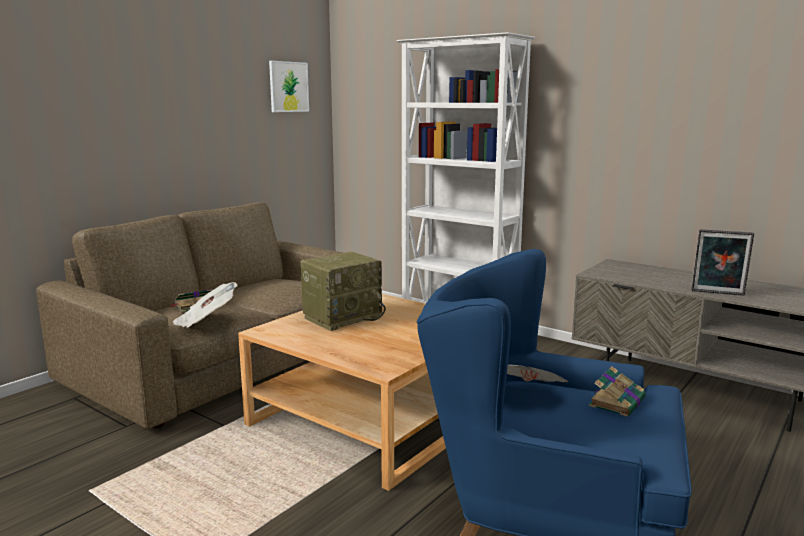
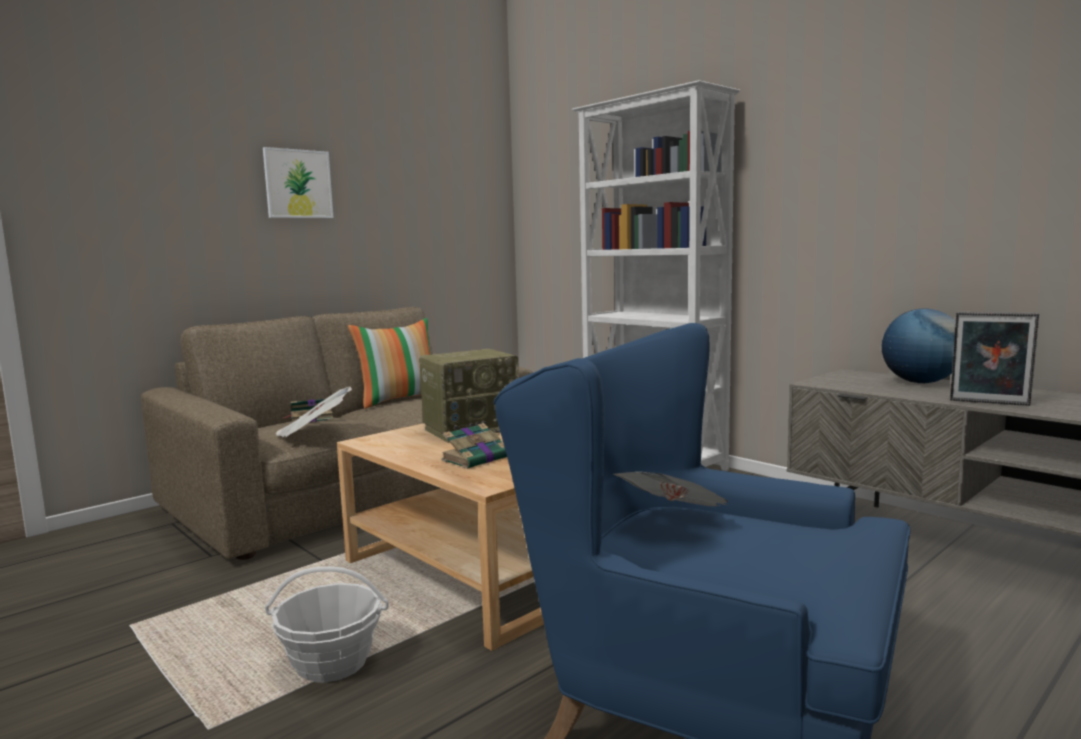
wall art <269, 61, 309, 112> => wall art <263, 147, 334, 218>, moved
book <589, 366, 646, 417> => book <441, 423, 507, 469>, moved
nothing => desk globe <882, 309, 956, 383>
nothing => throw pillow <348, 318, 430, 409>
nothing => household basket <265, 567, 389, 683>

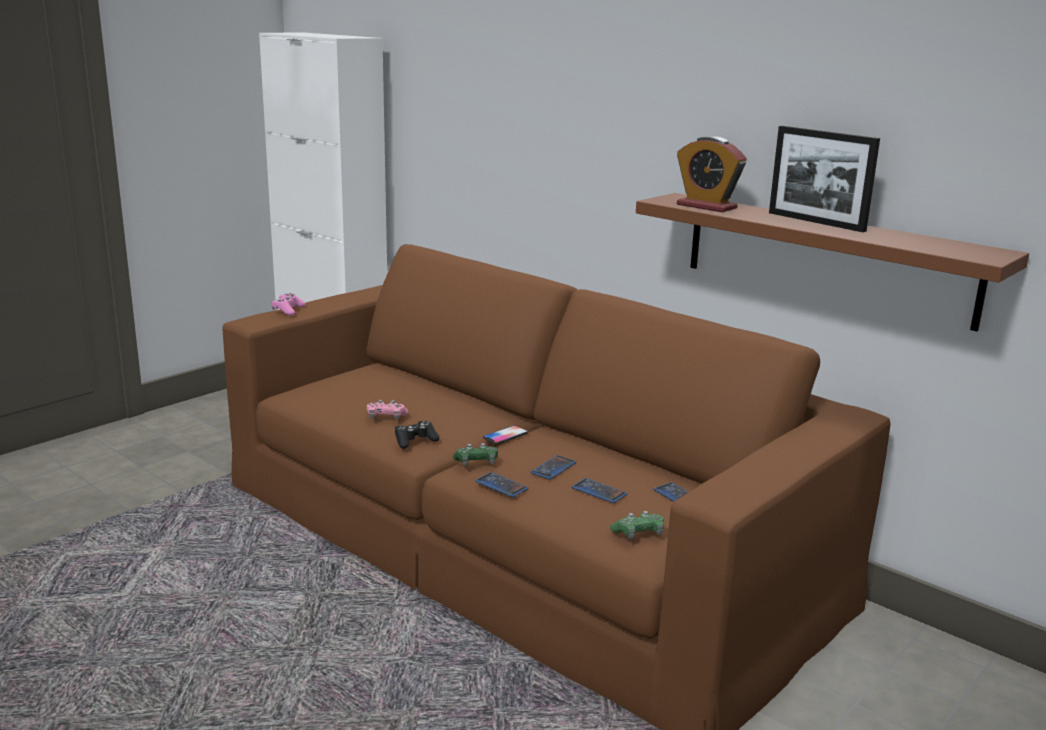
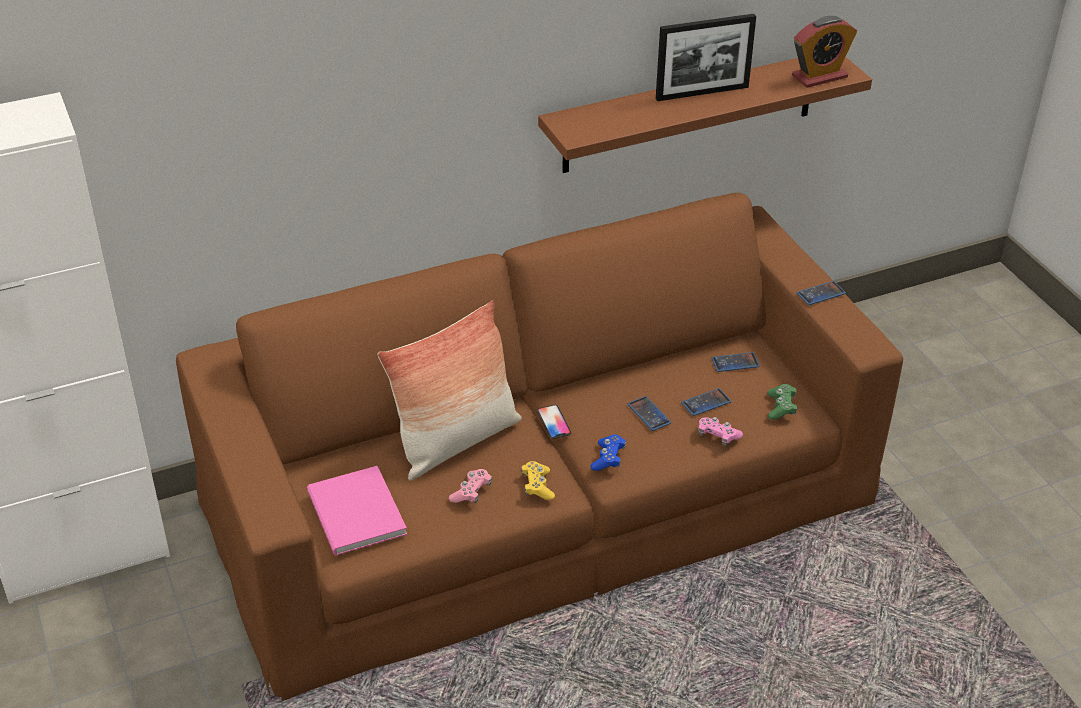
bedside clock <677, 136, 747, 212> => bedside clock <792, 16, 857, 88>, moved
pink joypad <271, 293, 305, 316> => pink joypad <698, 417, 743, 446>, moved
black joypad <395, 421, 439, 449> => yellow-coloured joypad <521, 461, 555, 500>
green joypad <453, 443, 498, 465> => bluish joypad <591, 435, 626, 471>
handset <475, 472, 529, 497> => handset <797, 281, 846, 305>, moved
nothing => throw pillow <377, 300, 522, 481>
nothing => pink book <307, 466, 407, 555>

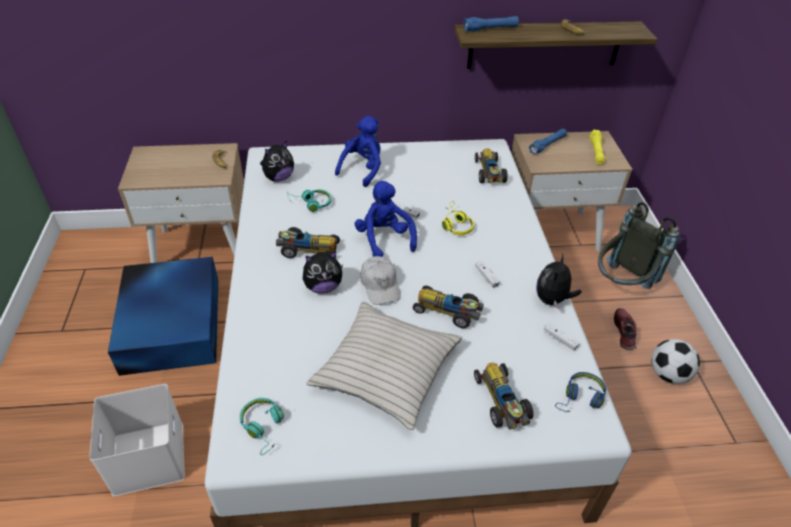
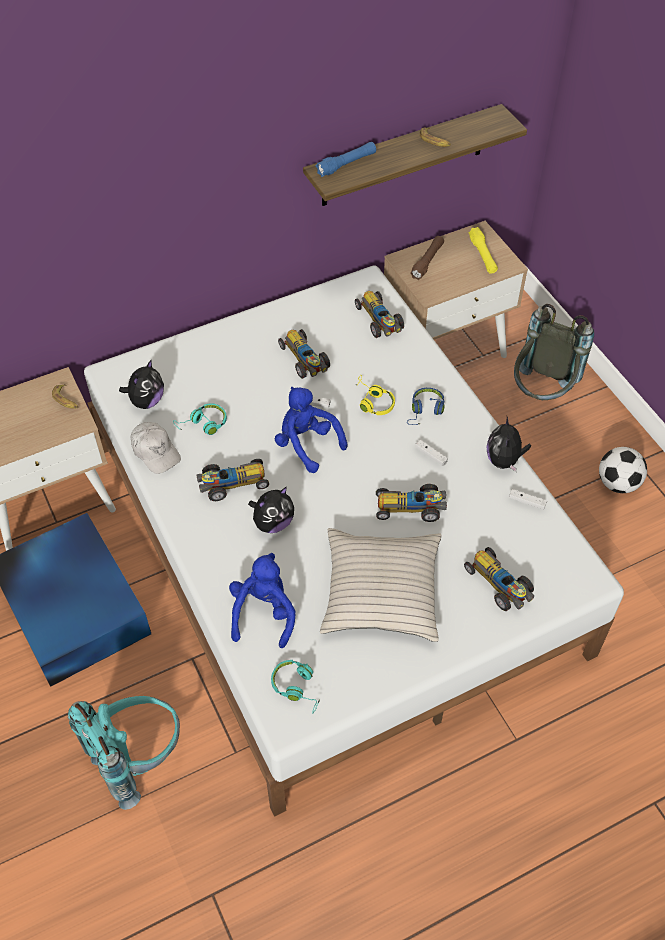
bluish cuddly toy <335, 116, 381, 187> => bluish cuddly toy <229, 553, 296, 648>, moved
bluish hand torch <529, 128, 567, 154> => brown hand torch <410, 236, 444, 280>
white baseball cap <361, 256, 401, 305> => white baseball cap <130, 422, 181, 474>, moved
item of footwear <614, 308, 637, 350> => nothing
bluish pair of headphones <555, 372, 606, 412> => bluish pair of headphones <407, 388, 445, 425>, moved
white storage container <89, 384, 185, 496> => blue-green rucksack <68, 696, 180, 810>
nothing => toy car <278, 329, 330, 379>

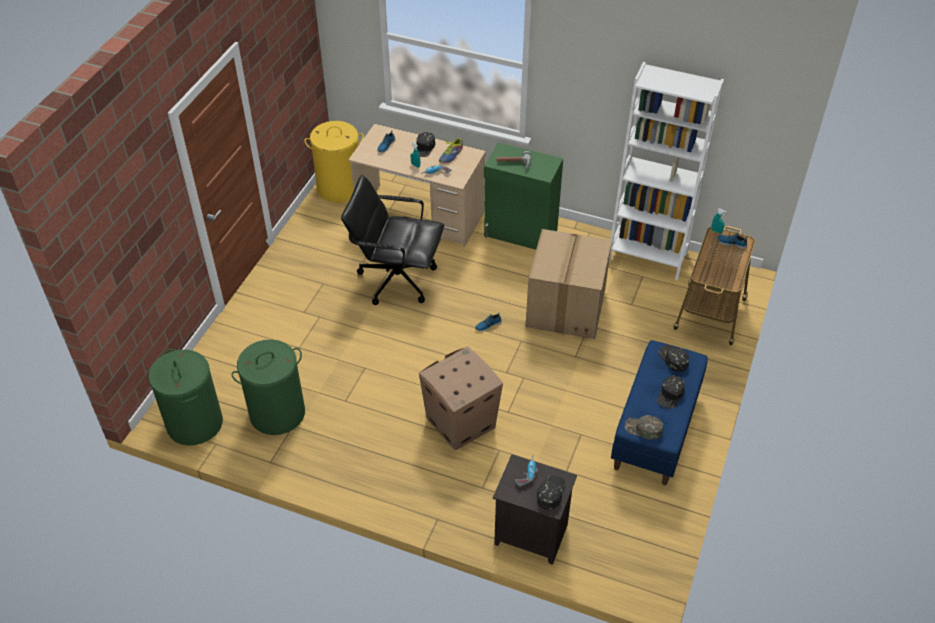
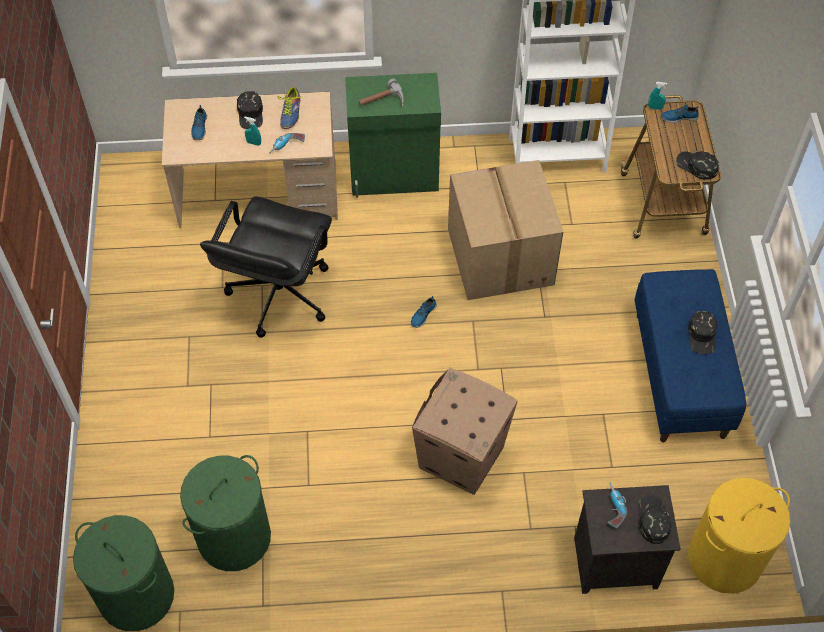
yellow-coloured washing basket <304, 121, 364, 203> => yellow-coloured washing basket <688, 478, 790, 594>, moved
black office chair <341, 175, 444, 305> => black office chair <200, 196, 332, 338>, 60 degrees counterclockwise
black baseball cap <658, 345, 689, 372> => black baseball cap <676, 151, 719, 180>, moved
green baseball cap <625, 415, 663, 440> => nothing

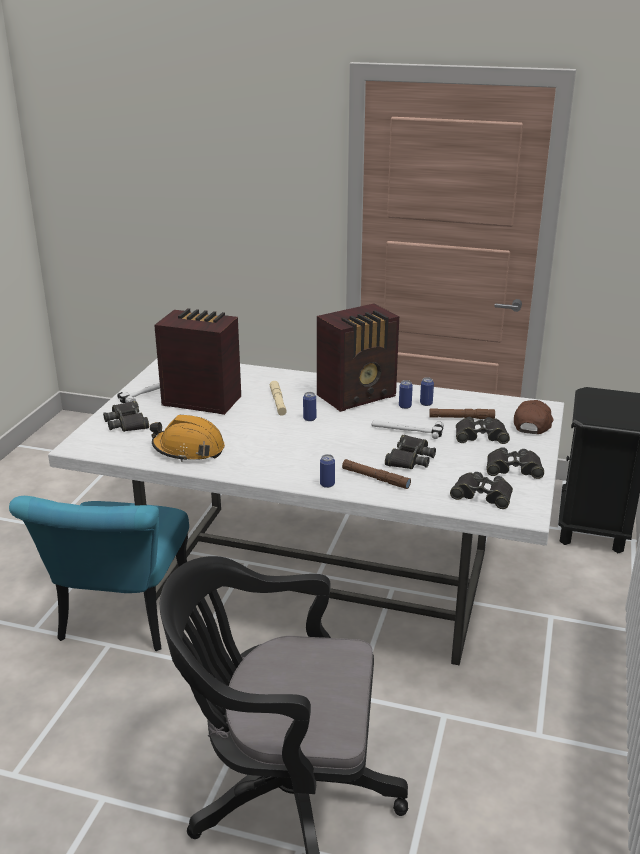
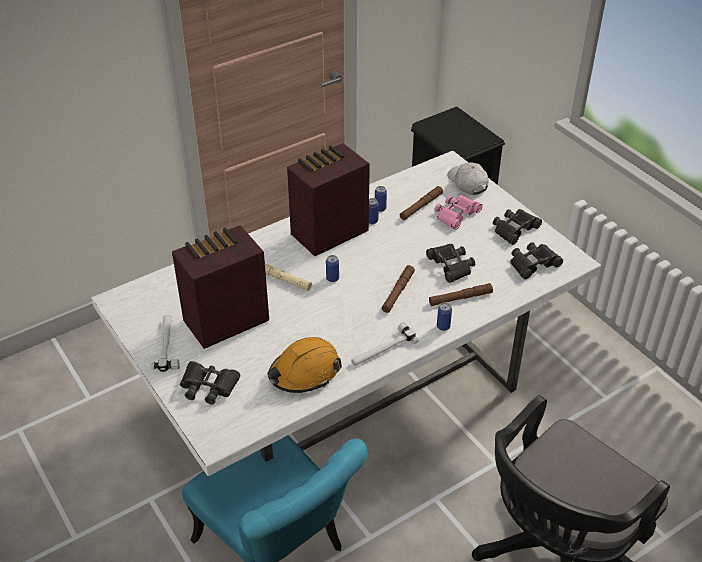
radio <317, 304, 400, 412> => radio <287, 143, 370, 256>, 135 degrees counterclockwise
brown baseball cap <514, 400, 554, 434> => white baseball cap <447, 162, 488, 195>
black field glasses <456, 417, 510, 444> => pink field glasses <434, 195, 482, 230>
tool hammer <372, 420, 444, 439> => tool hammer <351, 323, 419, 365>, moved
nothing => brown hand torch <382, 265, 415, 313>

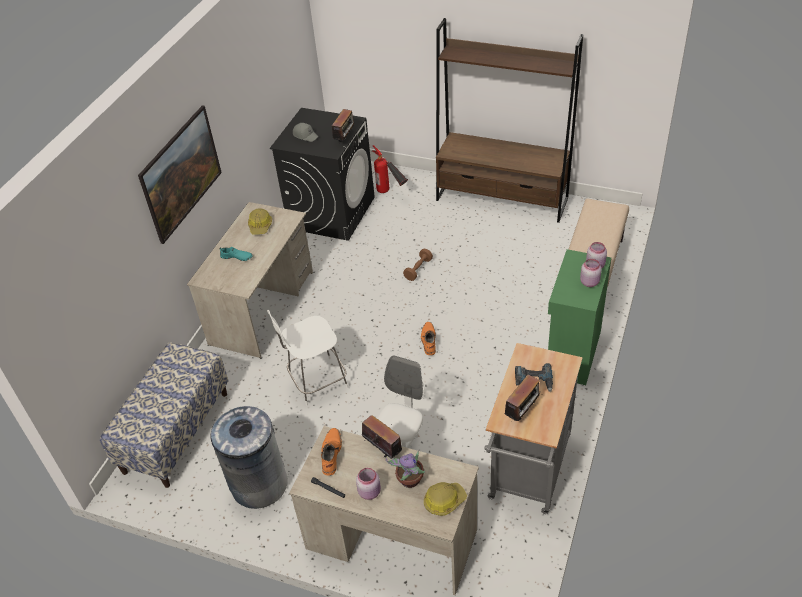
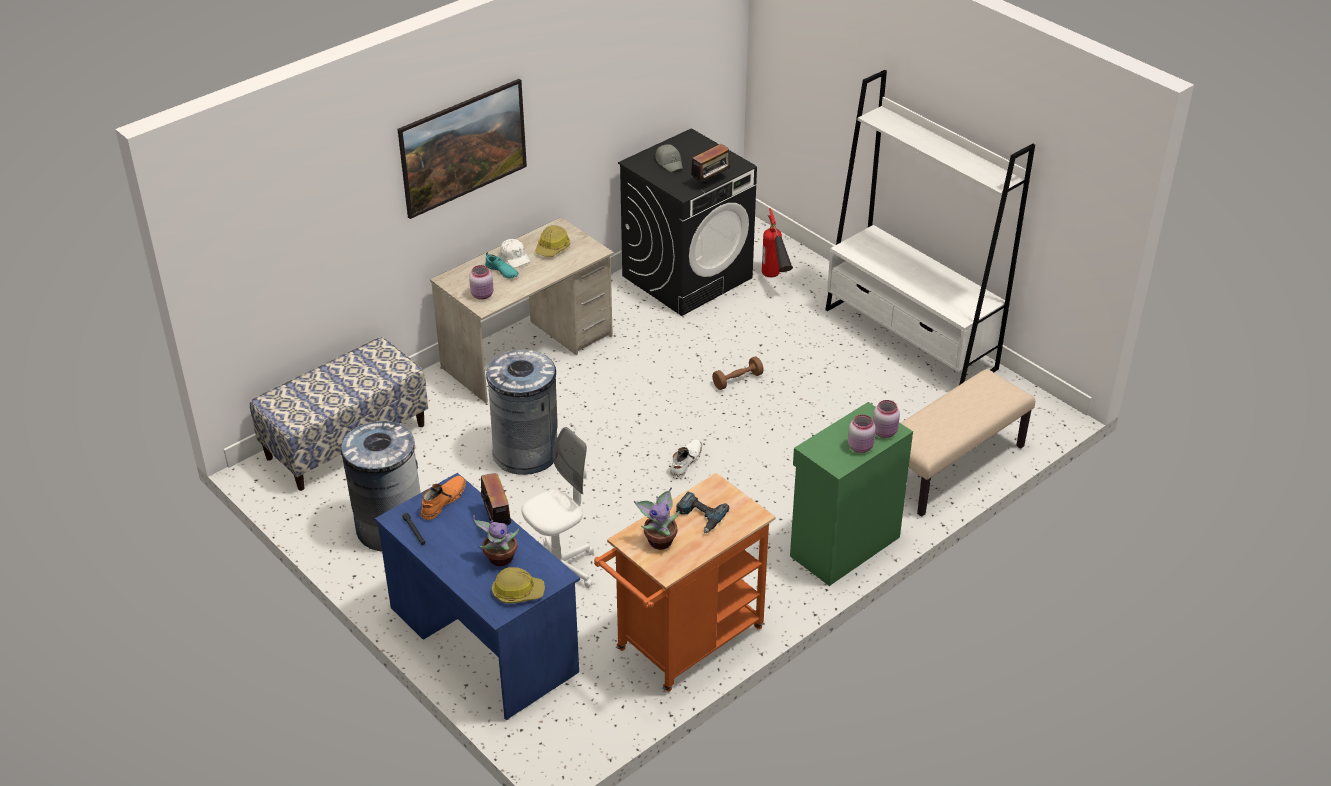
brown bookcase <436, 18, 583, 223> => white bookcase <825, 70, 1035, 385>
white sitting stool <267, 310, 348, 406> => greyish rubbish bin <486, 350, 558, 475>
orange high-top boot <421, 322, 436, 355> => white high-top boot <670, 440, 702, 479>
greyish trolley <484, 343, 583, 514> => orange trolley <594, 473, 776, 692>
radio <505, 374, 543, 423> => potted plant <634, 487, 680, 550>
beige-coloured desk <289, 426, 479, 595> => bluish desk <375, 473, 580, 720>
pink preserve jar <356, 468, 381, 500> => pink preserve jar <469, 265, 493, 300>, moved
nothing => white baseball cap <500, 239, 531, 268>

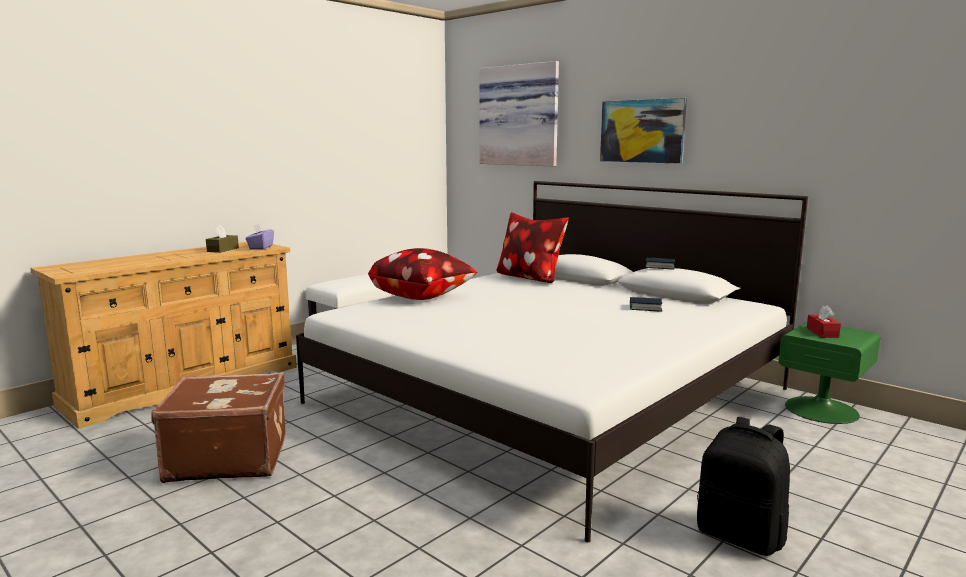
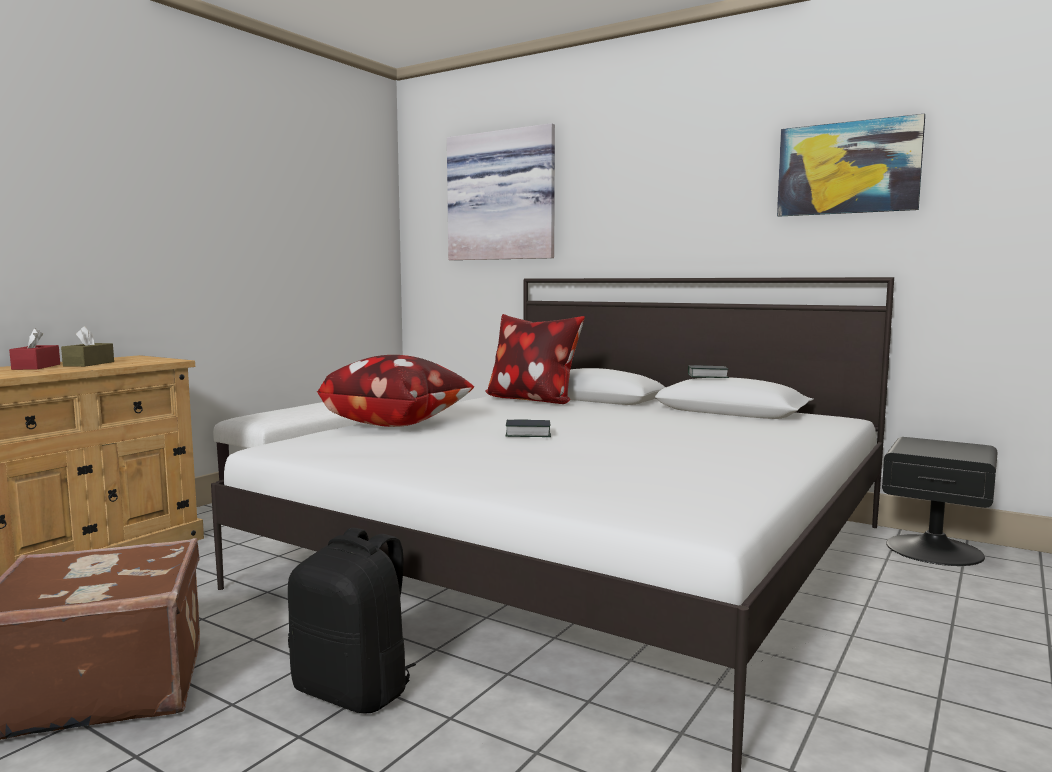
wall art <600, 98, 687, 164> => wall art <777, 114, 925, 217>, moved
purplish box of tissues <245, 224, 274, 250> => nothing
book <630, 297, 662, 312> => book <506, 419, 551, 437>, moved
red-coloured box of tissues <807, 305, 841, 338> => red-coloured box of tissues <9, 328, 60, 370>, moved
green nightstand <779, 322, 880, 424> => black nightstand <882, 437, 997, 566>
black rucksack <697, 417, 790, 556> => black rucksack <288, 528, 416, 714>, moved

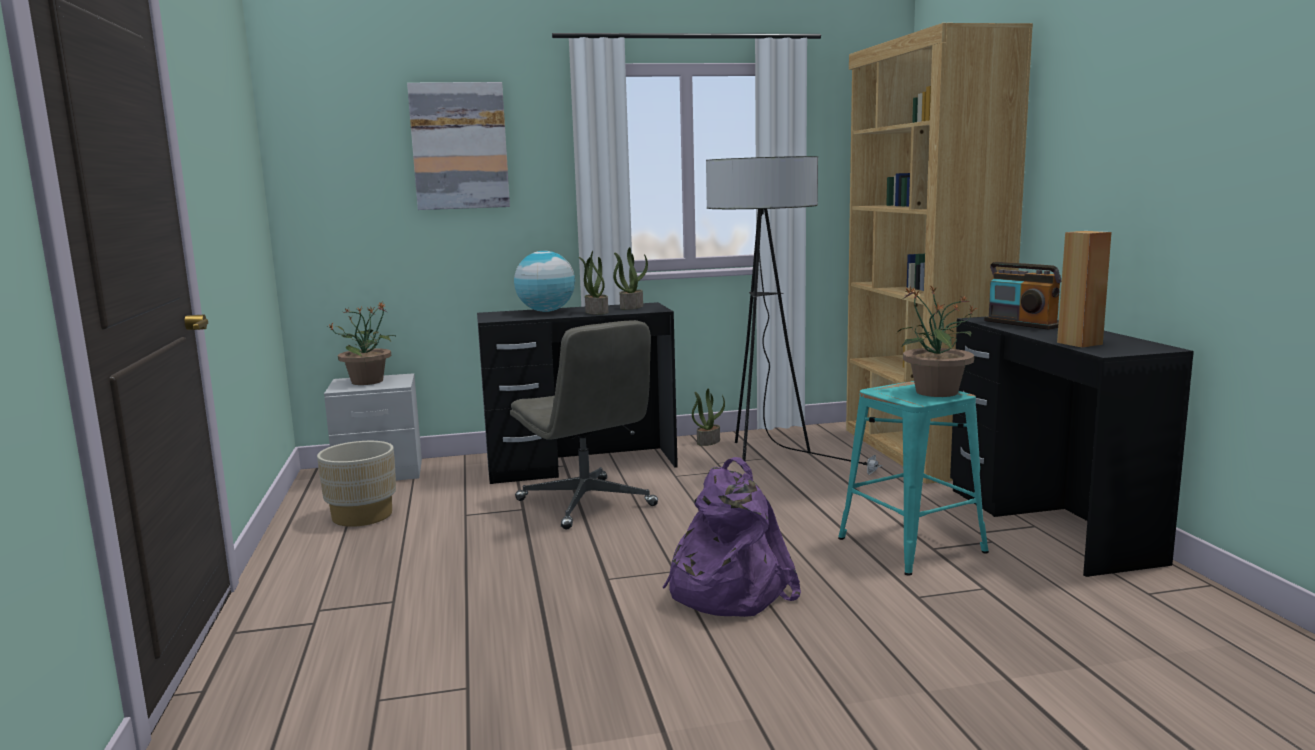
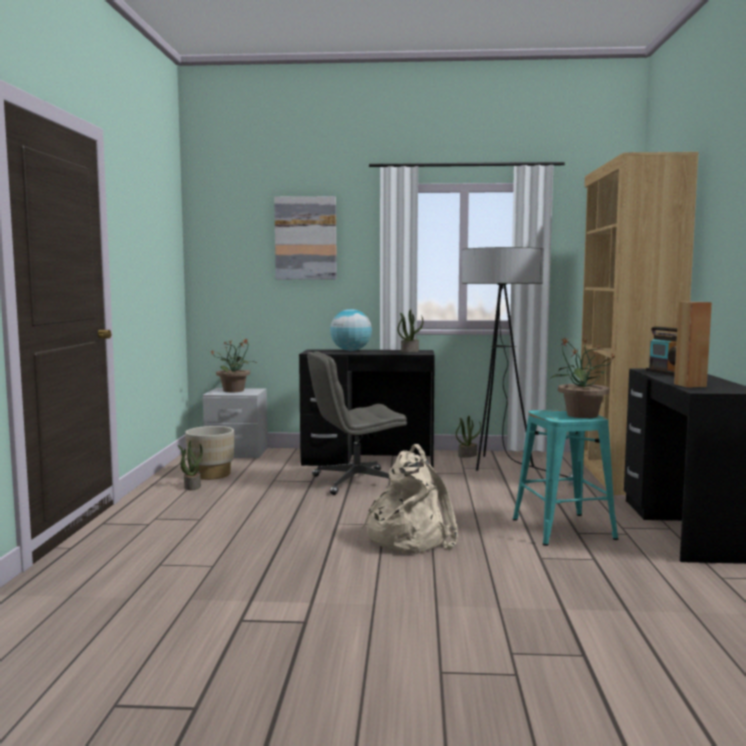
potted plant <579, 251, 608, 315> => potted plant <177, 440, 203, 490>, moved
greyish office chair <510, 320, 658, 529> => greyish office chair <307, 351, 407, 495>, 90 degrees clockwise
purplish rucksack <662, 457, 801, 617> => beige-coloured rucksack <361, 444, 458, 554>

